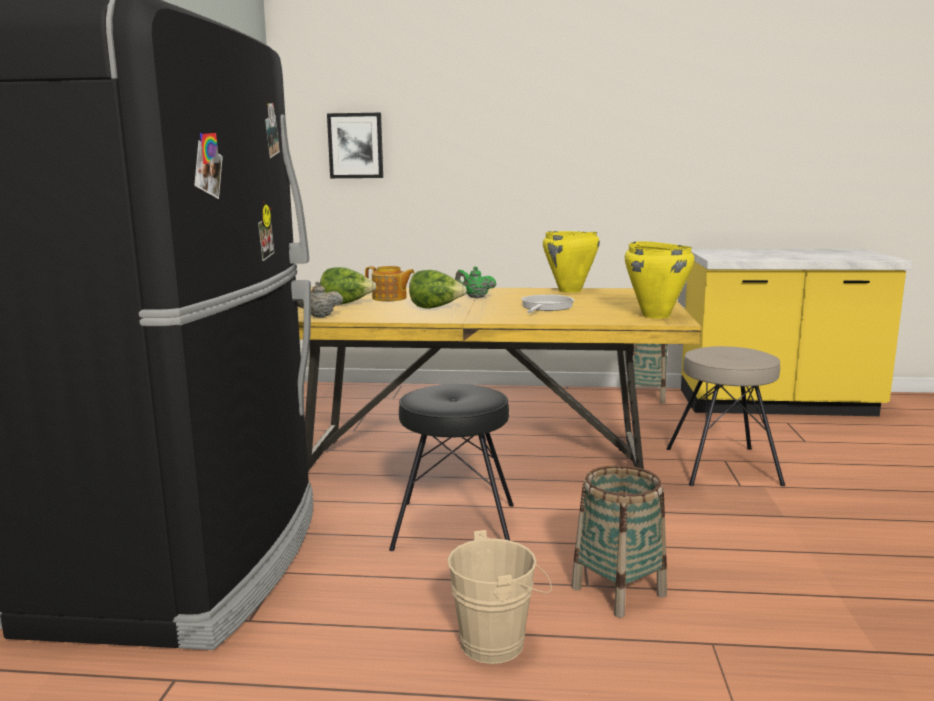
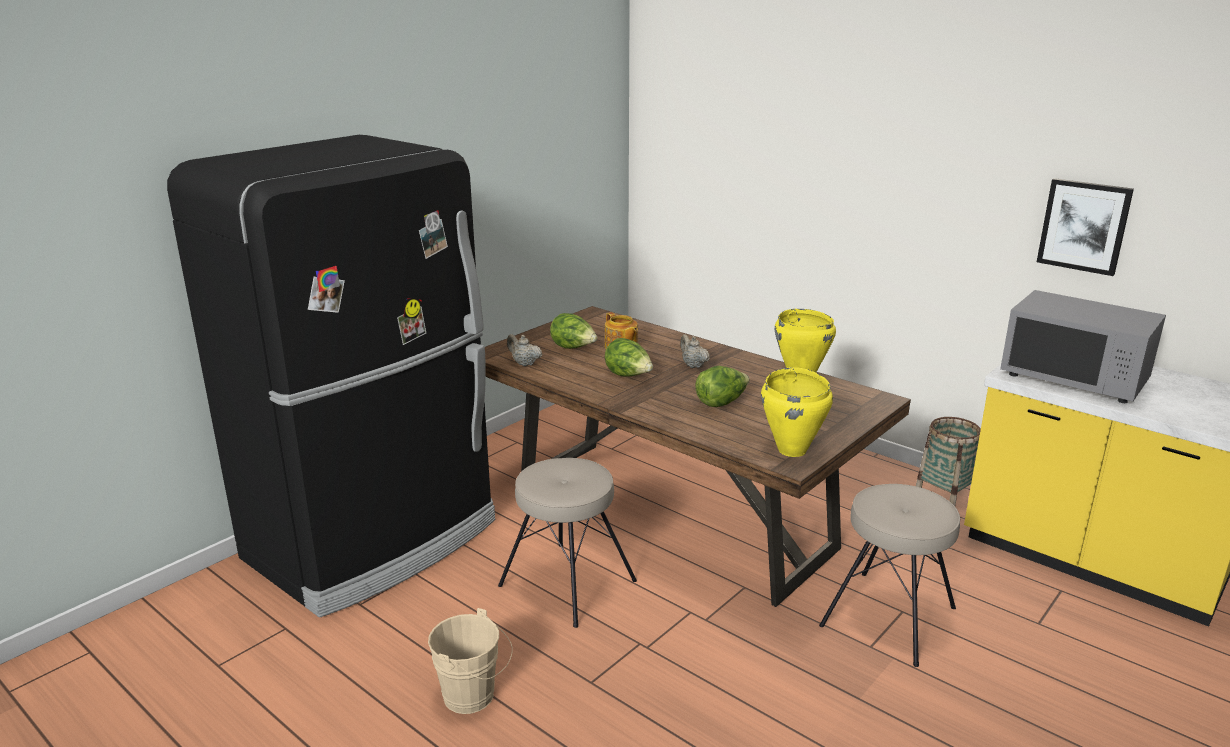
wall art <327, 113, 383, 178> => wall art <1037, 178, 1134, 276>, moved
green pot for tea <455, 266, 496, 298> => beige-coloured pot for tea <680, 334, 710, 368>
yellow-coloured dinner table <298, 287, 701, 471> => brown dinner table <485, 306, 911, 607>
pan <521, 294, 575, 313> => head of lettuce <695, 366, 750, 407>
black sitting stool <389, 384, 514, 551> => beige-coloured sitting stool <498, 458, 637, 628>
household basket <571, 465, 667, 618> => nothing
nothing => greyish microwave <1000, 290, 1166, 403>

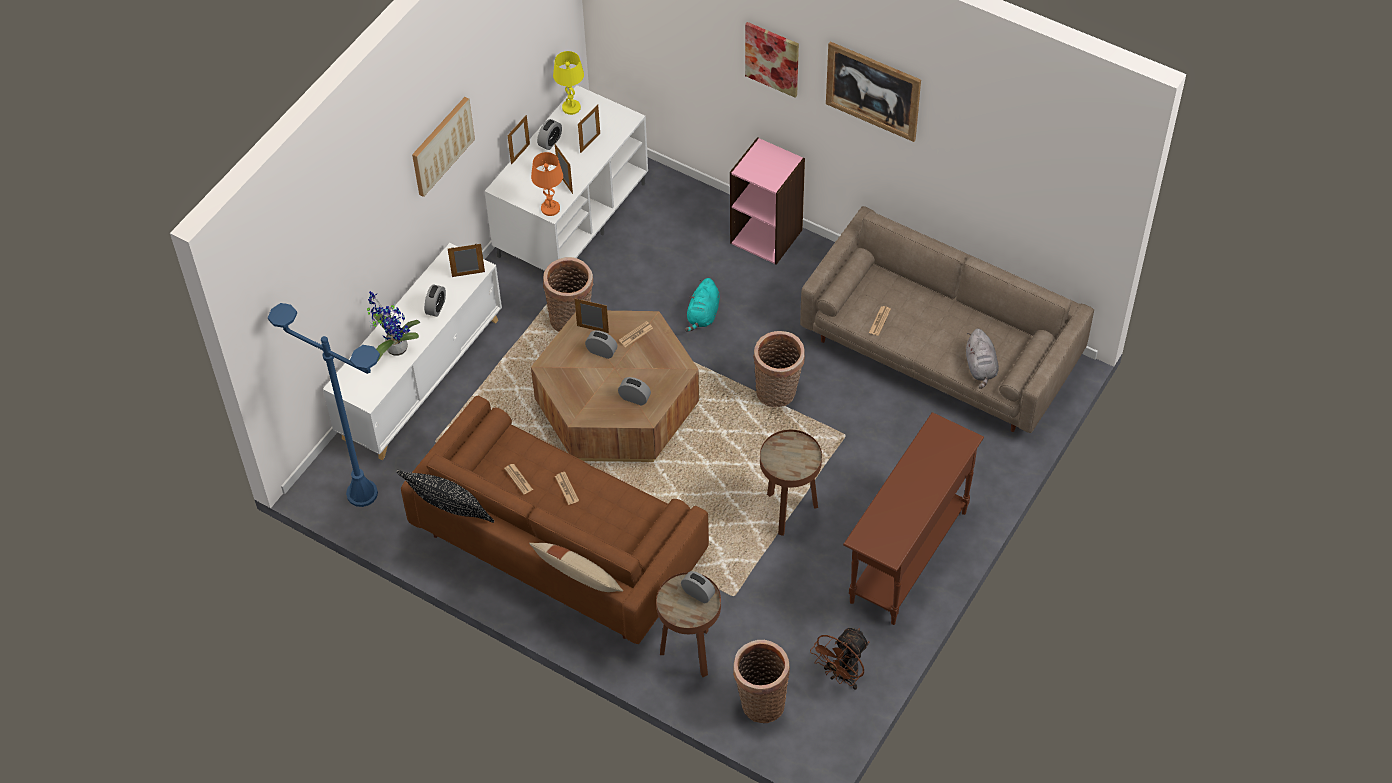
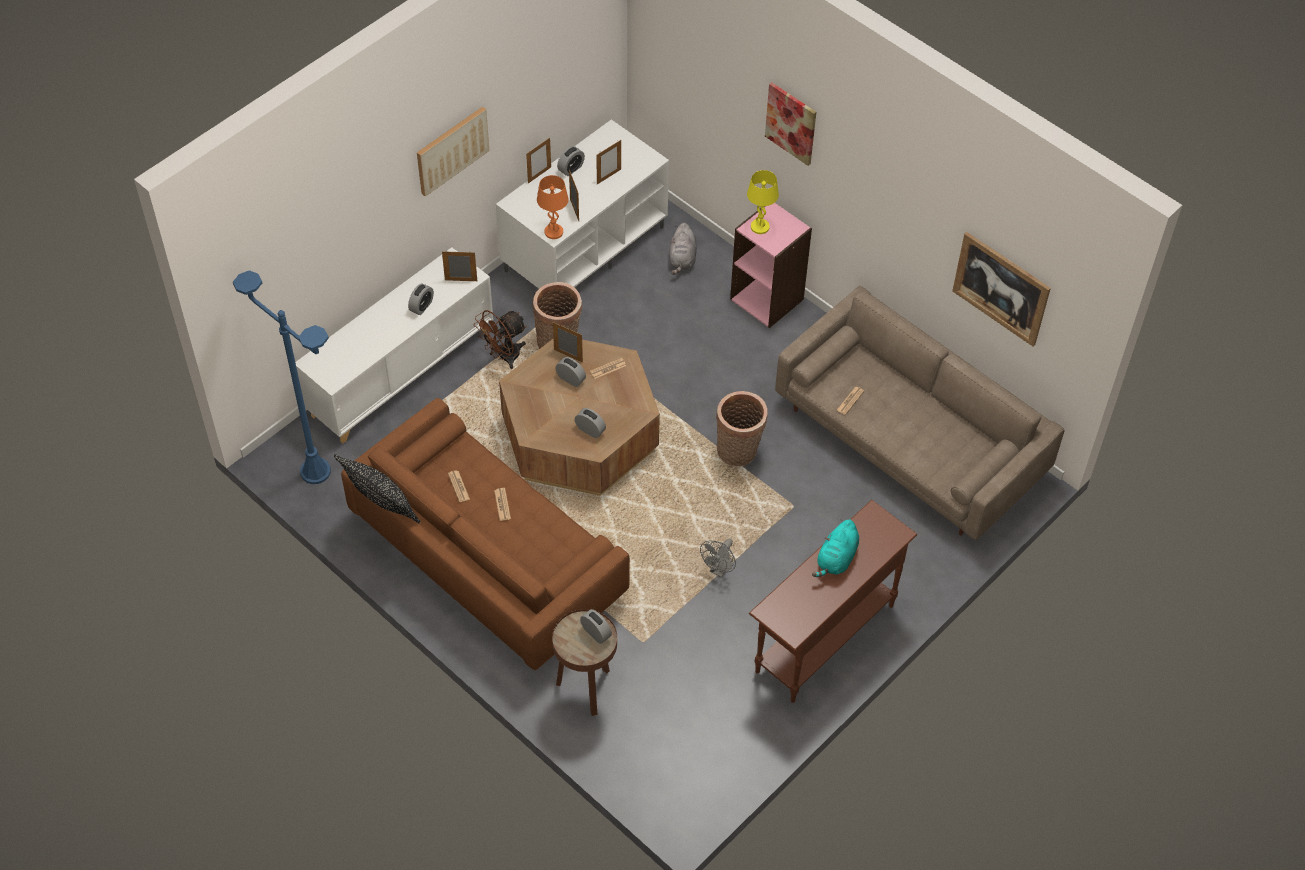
wall art <826, 41, 921, 142> => wall art <952, 232, 1051, 347>, moved
yellow-coloured lamp for a table <553, 51, 584, 115> => yellow-coloured lamp for a table <747, 170, 779, 234>, moved
blue-green cuddly toy <685, 278, 720, 332> => blue-green cuddly toy <812, 520, 859, 577>, moved
potted plant <367, 291, 420, 362> => nothing
greyish cuddly toy <966, 329, 999, 389> => greyish cuddly toy <669, 223, 697, 275>, moved
brown end table <760, 430, 822, 536> => greyish electric fan <700, 539, 736, 578>
beige-coloured throw pillow <529, 543, 623, 592> => nothing
brown electric fan <810, 628, 869, 690> => brown electric fan <474, 310, 527, 369>, moved
household basket <733, 640, 790, 723> => nothing

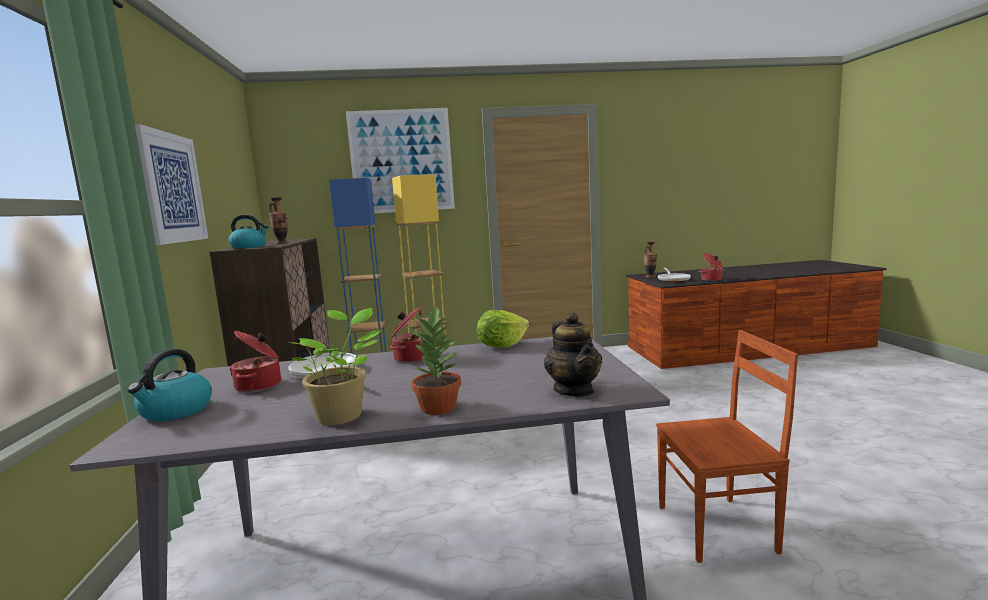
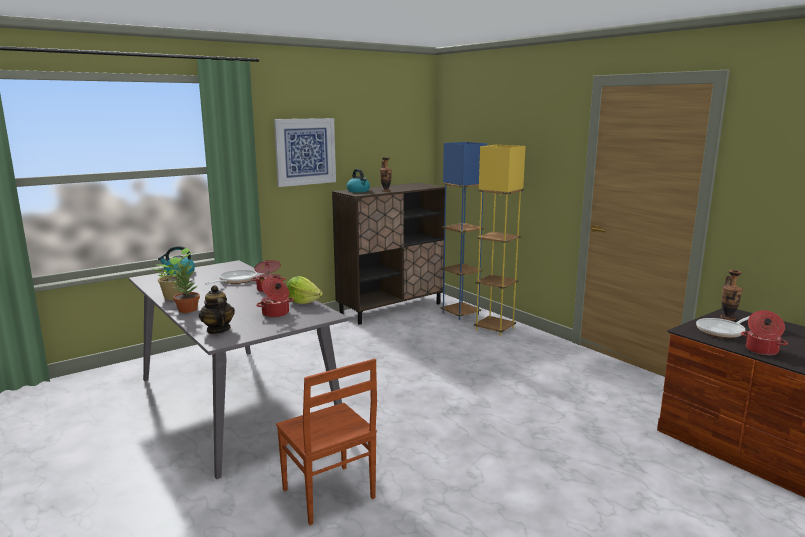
wall art <346, 108, 455, 213> => nothing
pot for tea <544, 312, 602, 397> => pot for tea <199, 285, 235, 334>, 105 degrees clockwise
stockpot <230, 331, 281, 393> => stockpot <256, 277, 294, 318>, moved

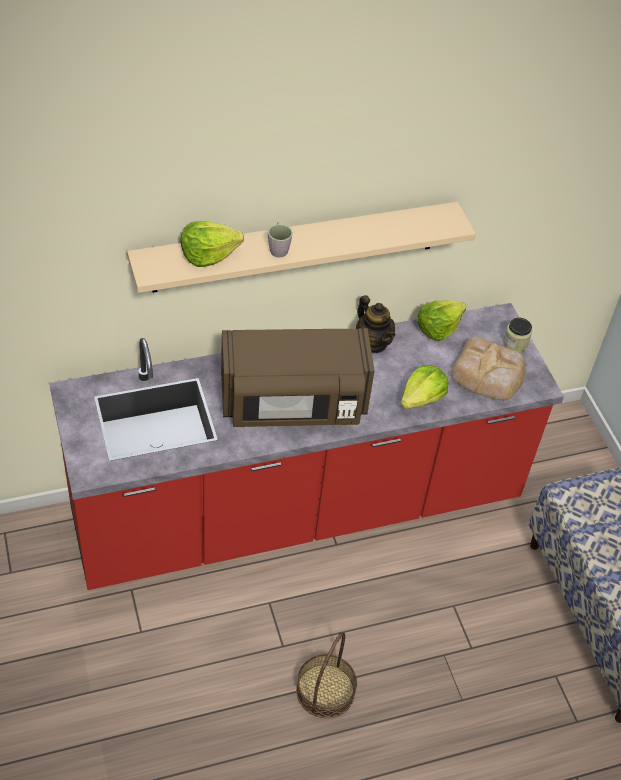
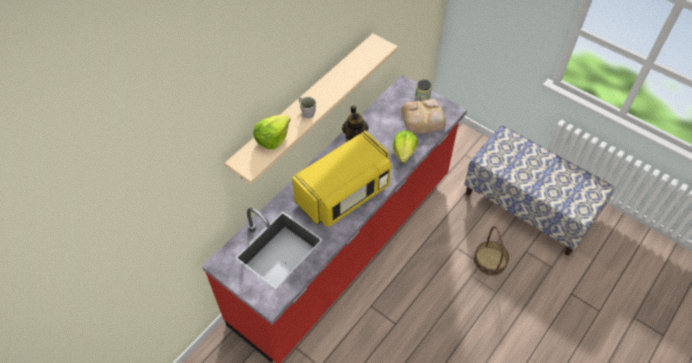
pot for tea <356, 295, 395, 353> => pot for tea <342, 106, 369, 140>, 60 degrees clockwise
head of lettuce <417, 300, 466, 341> => nothing
brown microwave <221, 328, 374, 427> => yellow-coloured microwave <292, 130, 391, 227>
household basket <296, 632, 357, 718> => household basket <474, 226, 509, 276>, moved

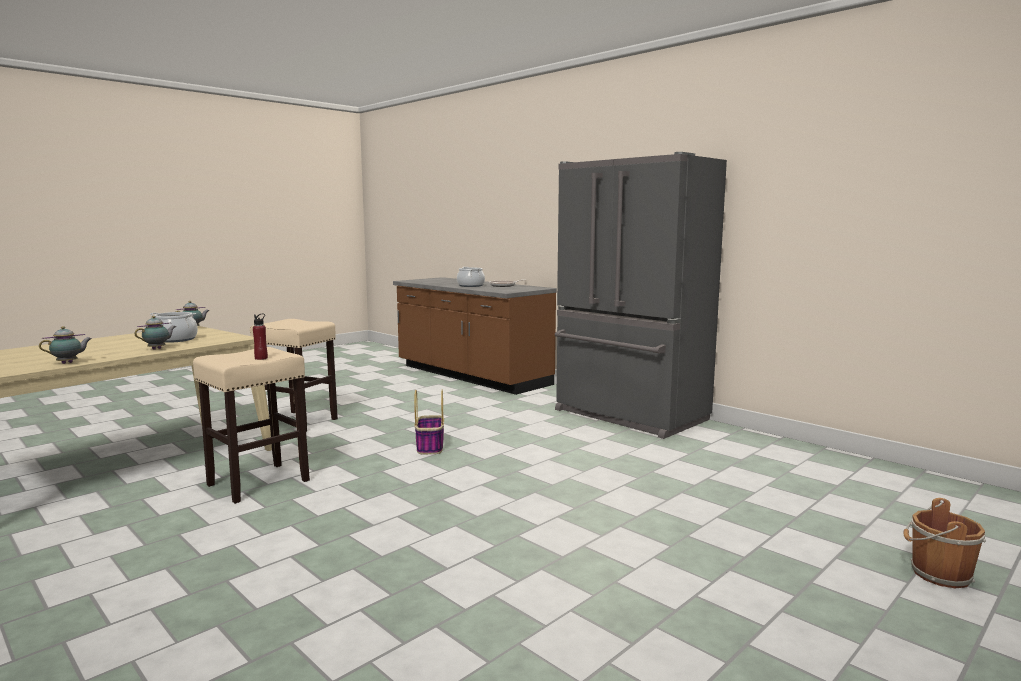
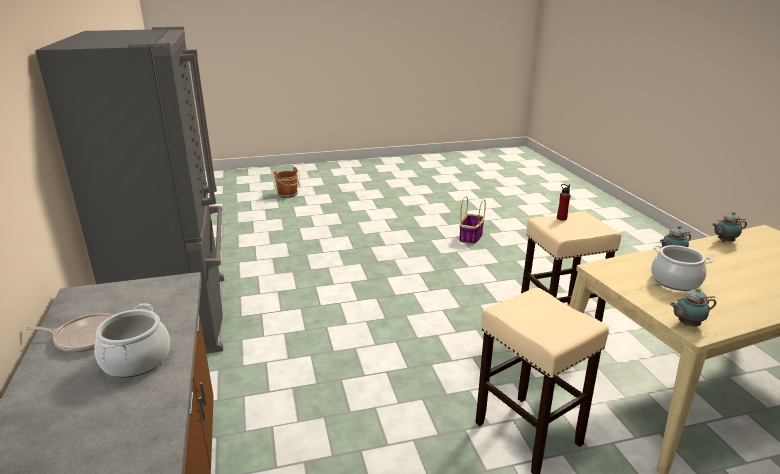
household basket <414, 390, 444, 454> => household basket <459, 196, 486, 244>, moved

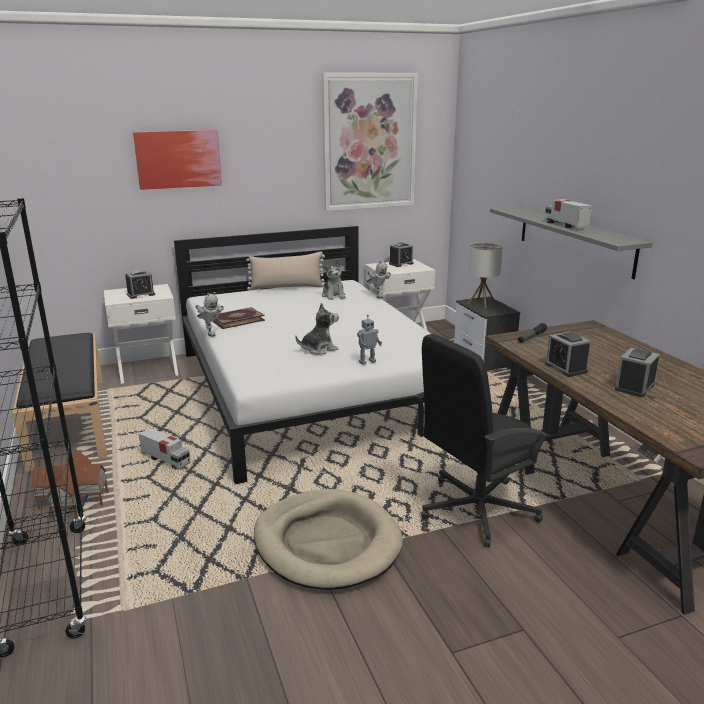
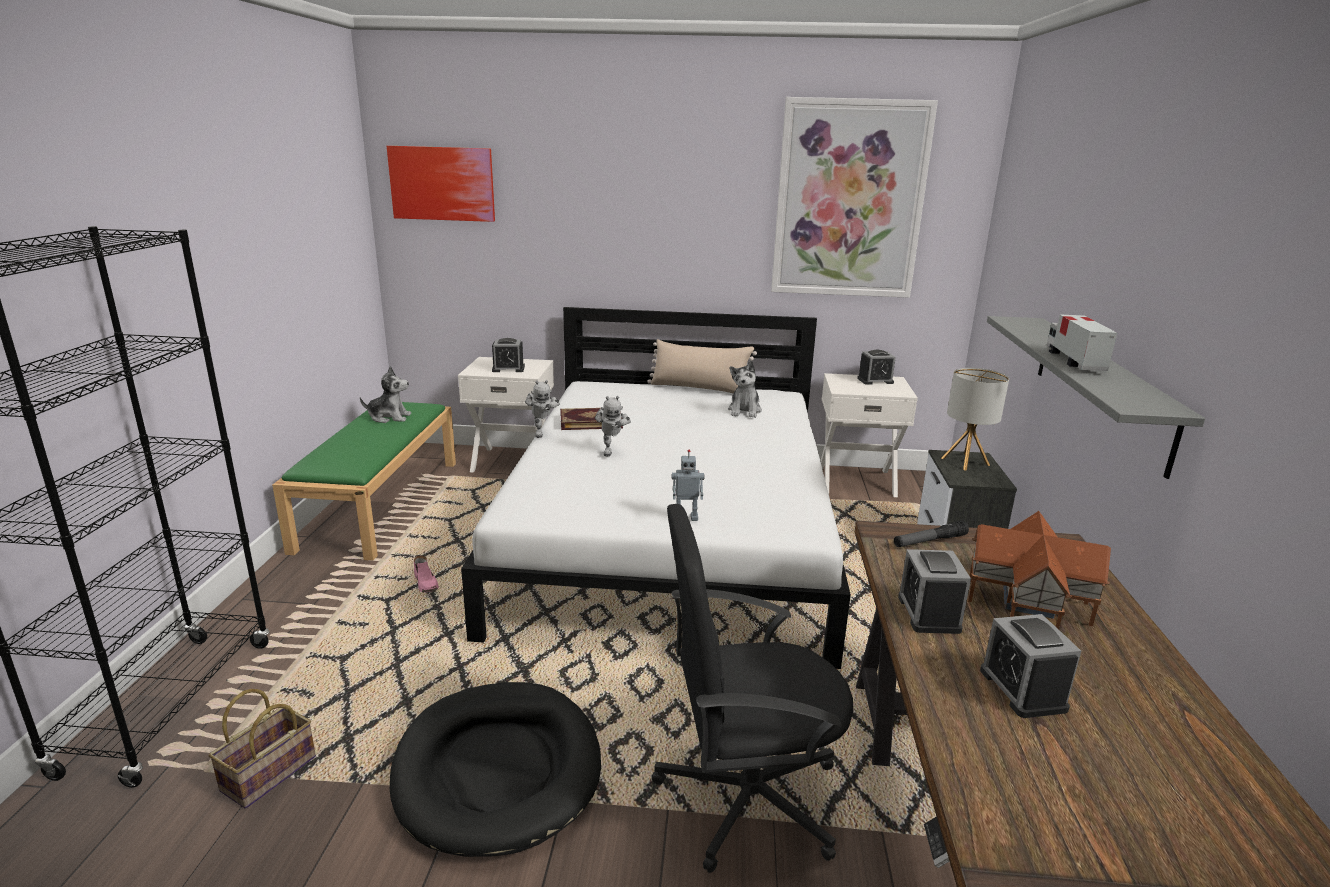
wall art <133, 130, 222, 190> => wall art <387, 146, 495, 222>, moved
toy robot <367, 260, 391, 299> => toy robot <595, 396, 631, 456>, moved
cuddly toy <295, 303, 339, 355> => cuddly toy <360, 366, 411, 423>, moved
black long seat <12, 333, 107, 472> => green long seat <272, 402, 456, 561>
bedside clock <615, 348, 660, 397> => bedside clock <980, 614, 1081, 718>, 75 degrees counterclockwise
toy truck <139, 428, 191, 470> => pink item of footwear <414, 555, 439, 593>
miniature house <31, 449, 108, 520> => miniature house <968, 511, 1111, 629>, moved
beige-coloured dog bed <254, 489, 403, 590> => black dog bed <390, 682, 601, 857>
nothing => household basket <209, 689, 316, 809>

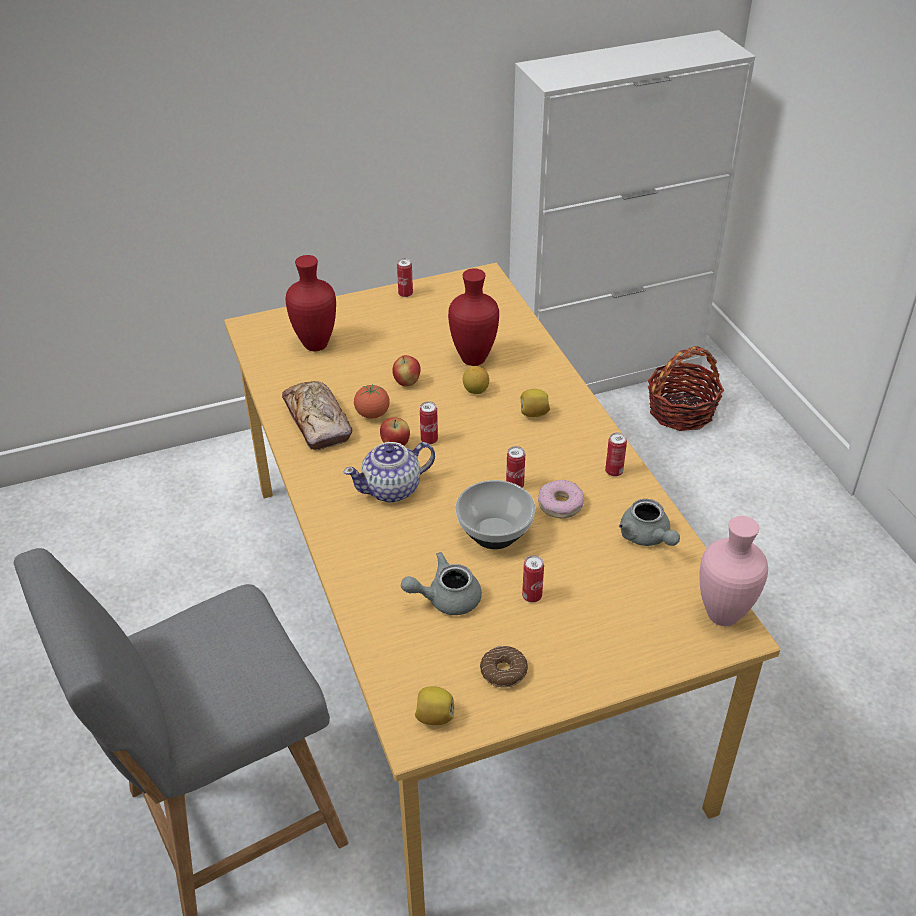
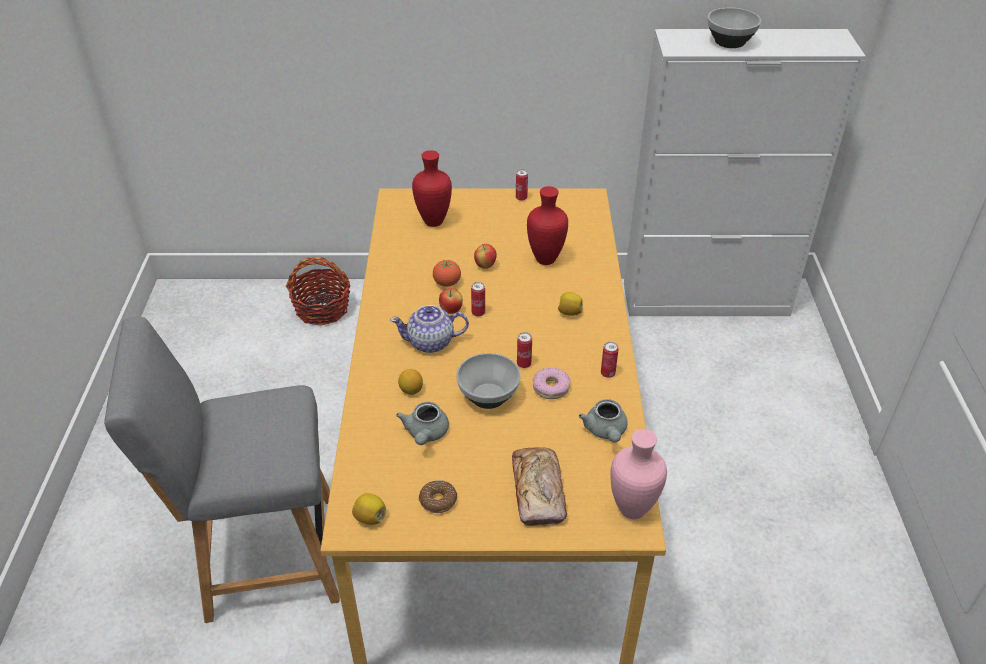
household basket <648, 346, 724, 431> => household basket <286, 257, 350, 326>, moved
whole lemon <463, 366, 489, 394> => whole lemon <398, 369, 423, 395>, moved
bread <282, 381, 352, 450> => bread <512, 447, 567, 526>, moved
greyish pot for tea <401, 552, 482, 615> => greyish pot for tea <396, 402, 449, 445>, 90 degrees counterclockwise
metal can <522, 555, 544, 603> => nothing
nothing => bowl <707, 8, 761, 48>

